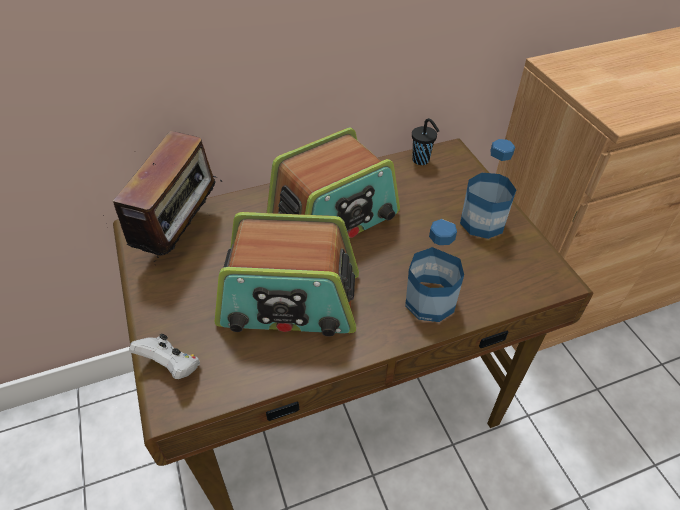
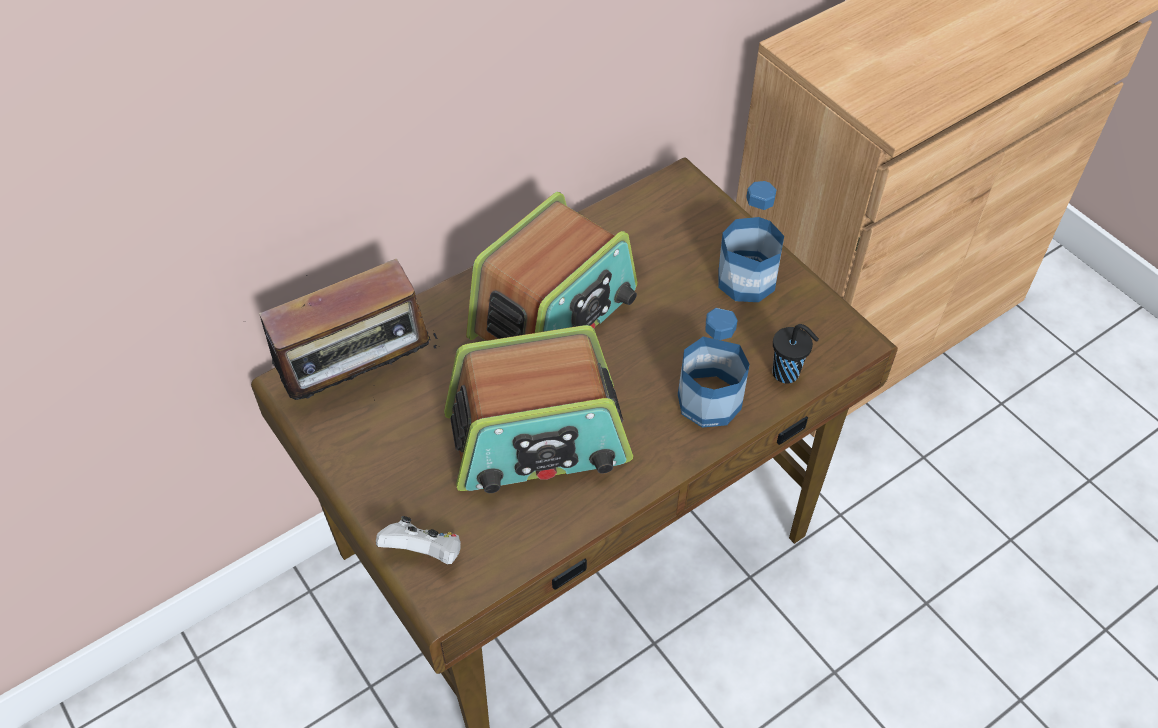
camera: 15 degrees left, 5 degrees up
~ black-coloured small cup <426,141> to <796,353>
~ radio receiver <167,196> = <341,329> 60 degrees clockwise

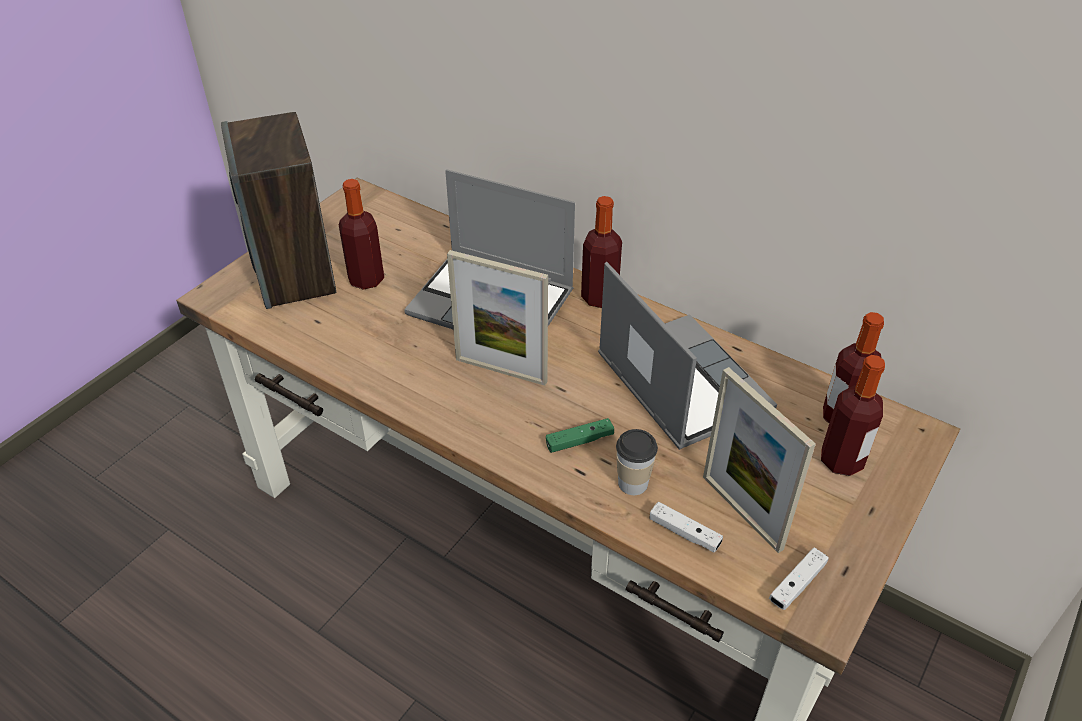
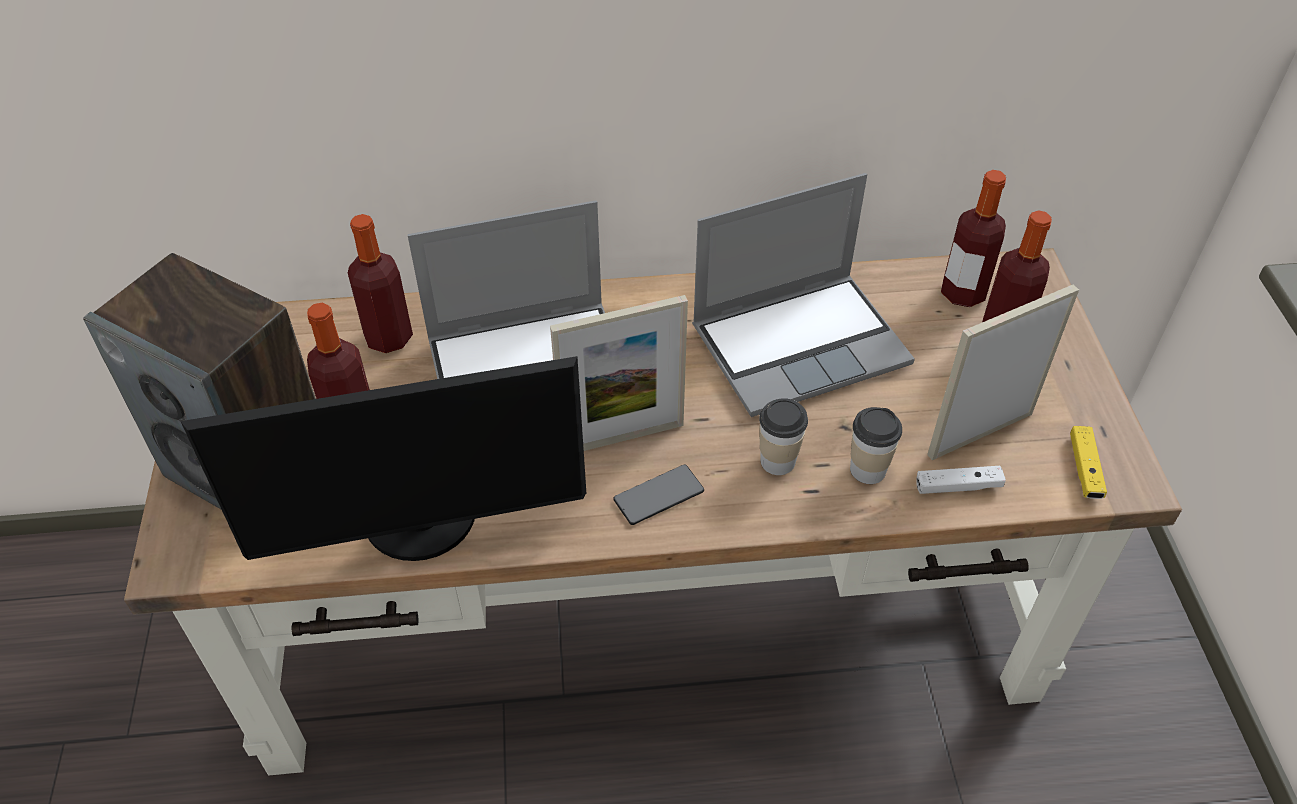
camera: 40 degrees left, 5 degrees up
~ drink bottle <601,252> to <380,283>
~ portable computer <687,356> = <803,295> 135 degrees clockwise
~ photo frame <759,460> = <1003,372> 135 degrees clockwise
~ greenish gamepad <580,435> to small cup <783,436>
~ white gamepad <799,578> to yellow-coloured gamepad <1088,462>
+ monitor <383,458>
+ telephone <659,495>

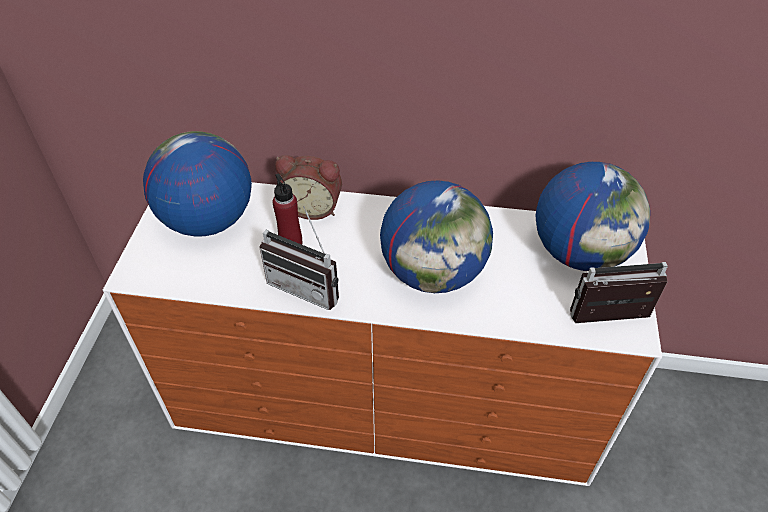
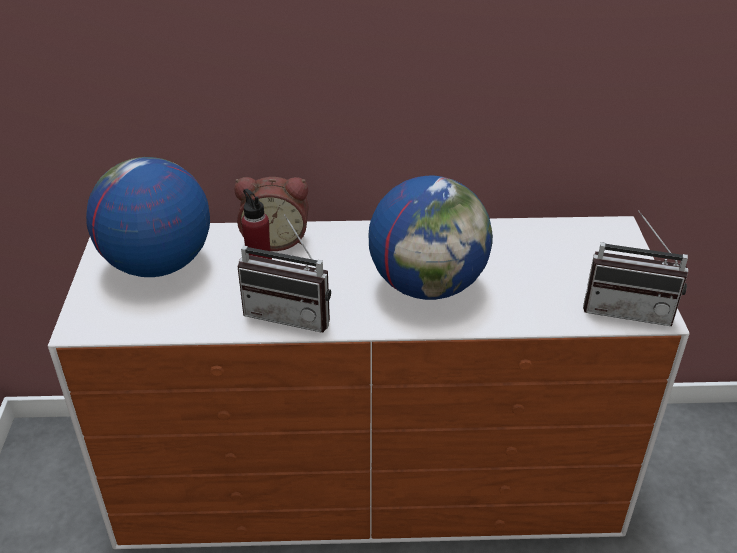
camera: 10 degrees left, 10 degrees down
- desk globe <593,216>
~ radio receiver <619,292> = <635,268> 150 degrees counterclockwise

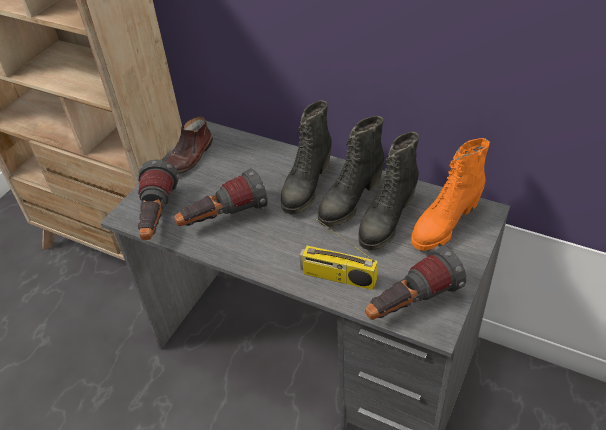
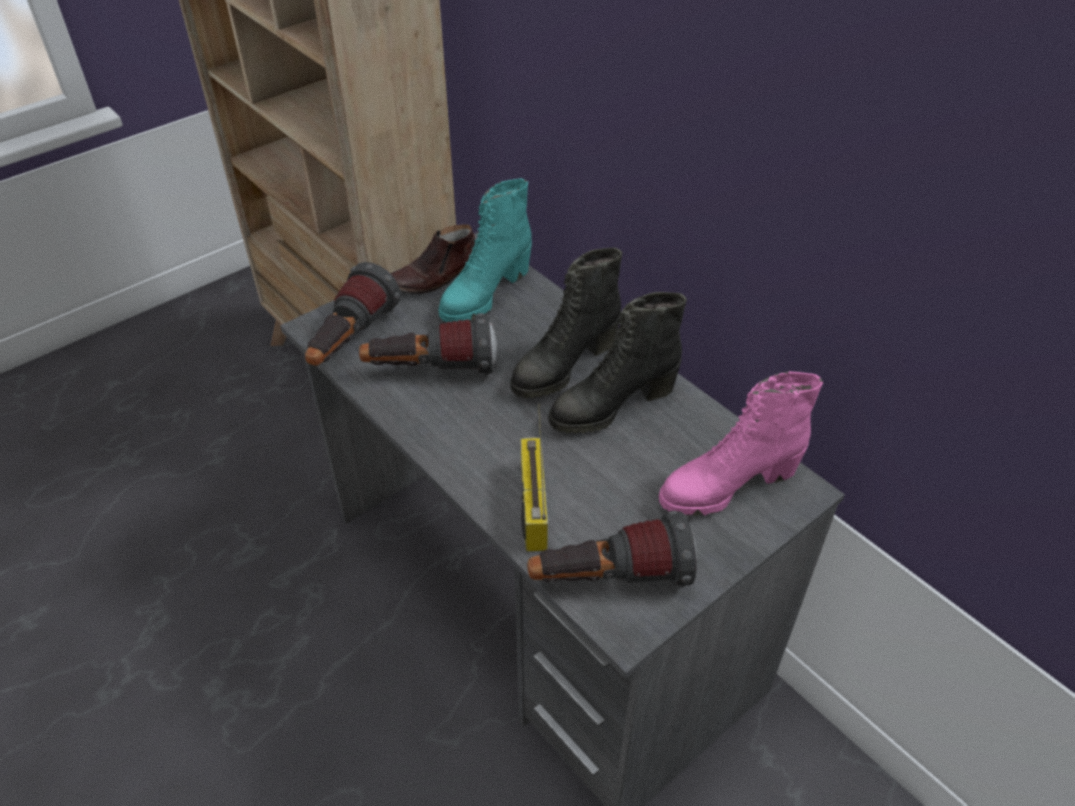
camera: 20 degrees right, 0 degrees up
- black-coloured tall boot <388,190>
~ orange-coloured tall boot <450,194> to pinkish tall boot <741,444>
~ radio receiver <338,254> = <534,477> 45 degrees clockwise
+ turquoise-coloured tall boot <485,250>

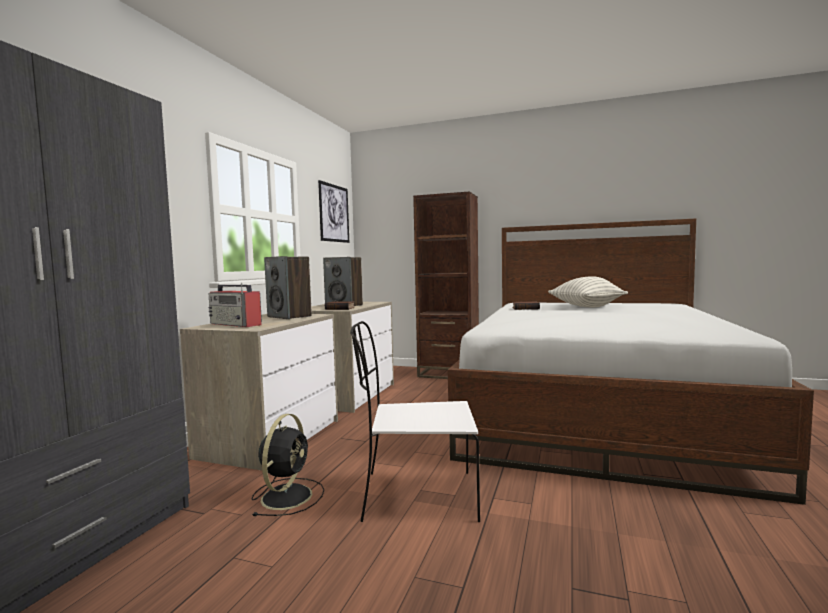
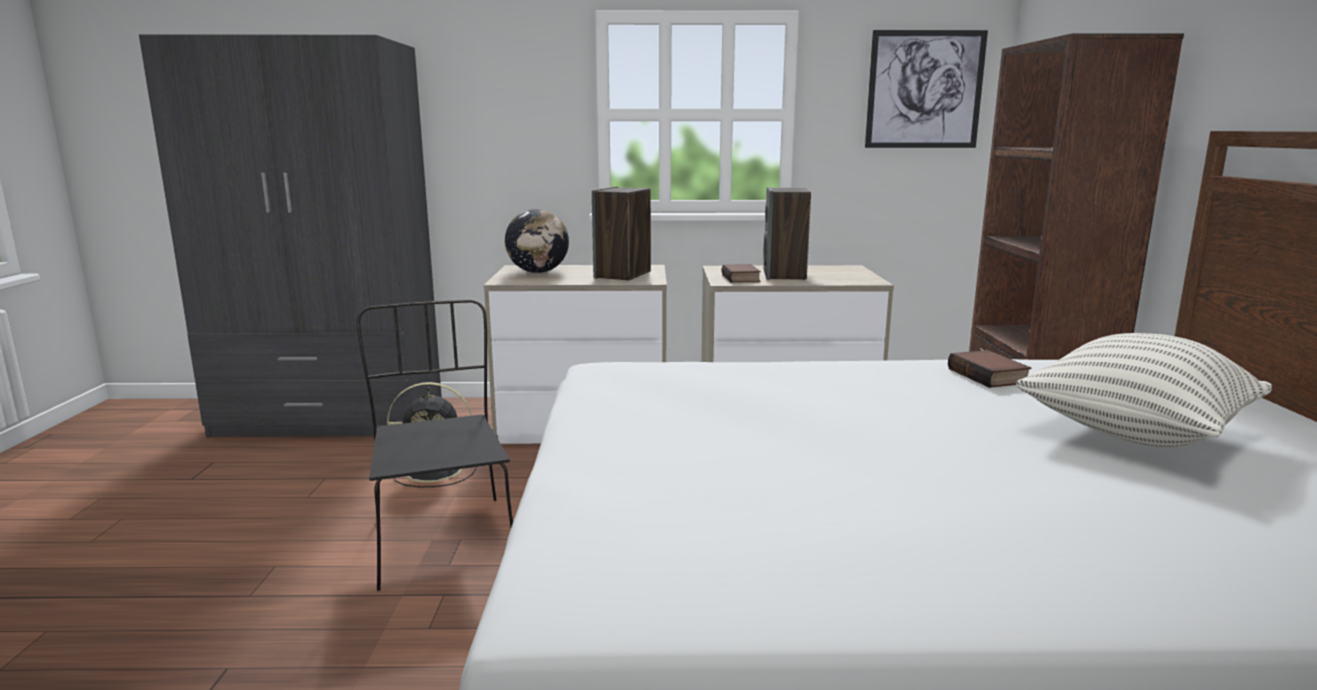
camera: 70 degrees right, 10 degrees up
~ radio receiver <235,305> to desk globe <537,241>
~ white plain chair <415,421> to black-coloured plain chair <435,445>

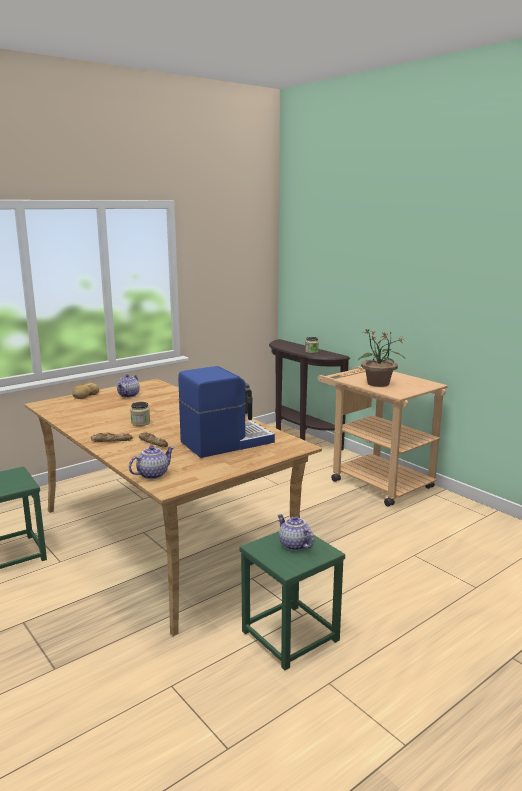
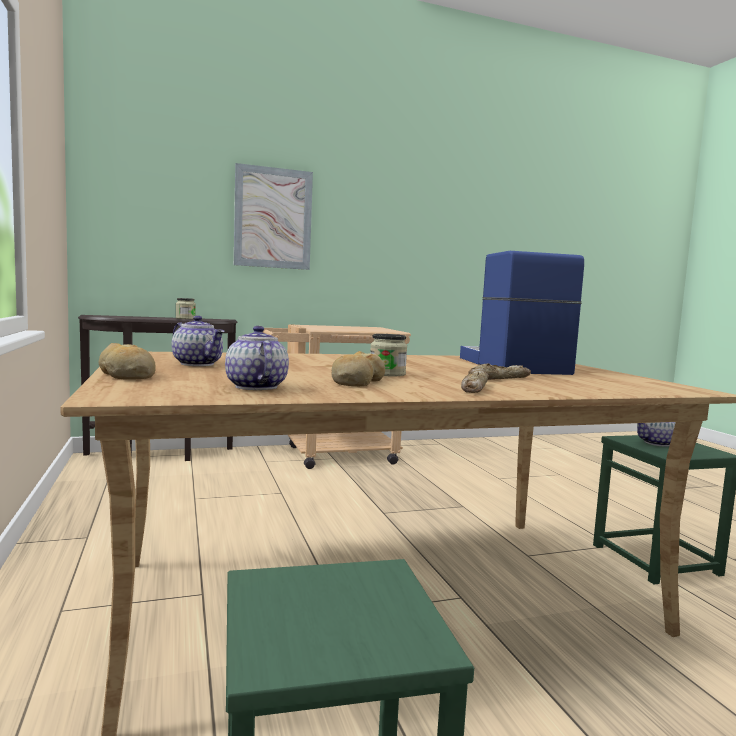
camera: 70 degrees left, 10 degrees down
- potted plant <381,358>
~ pot for tea <151,462> to <257,358>
+ picture <273,216>
+ baked bread <358,368>

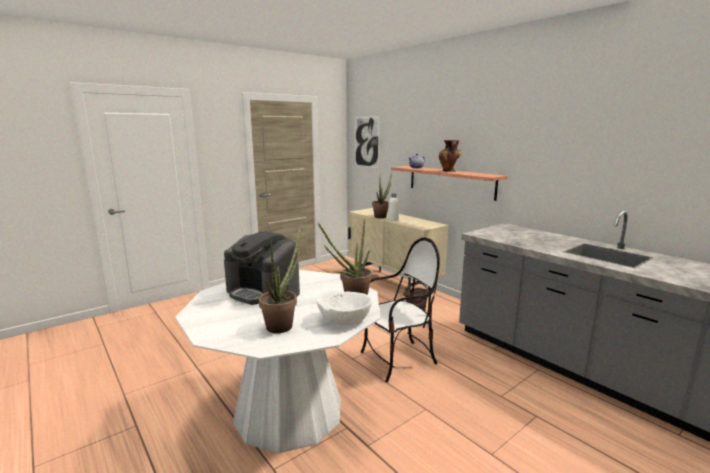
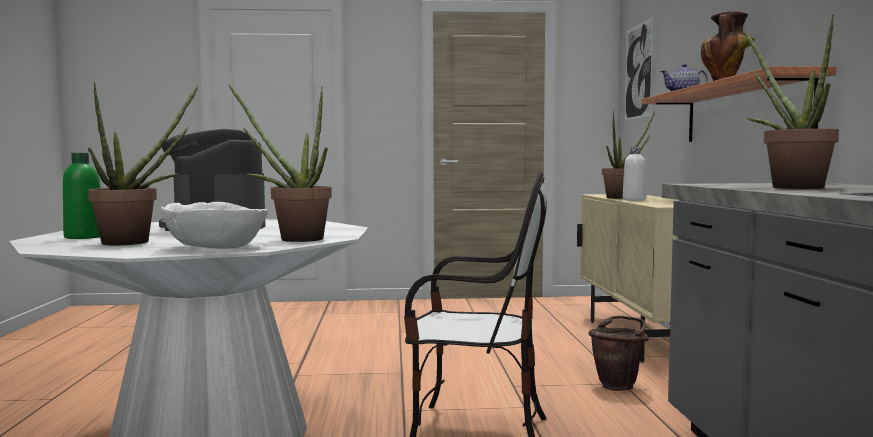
camera: 35 degrees right, 10 degrees down
+ potted plant <791,101>
+ greenish drink bottle <82,196>

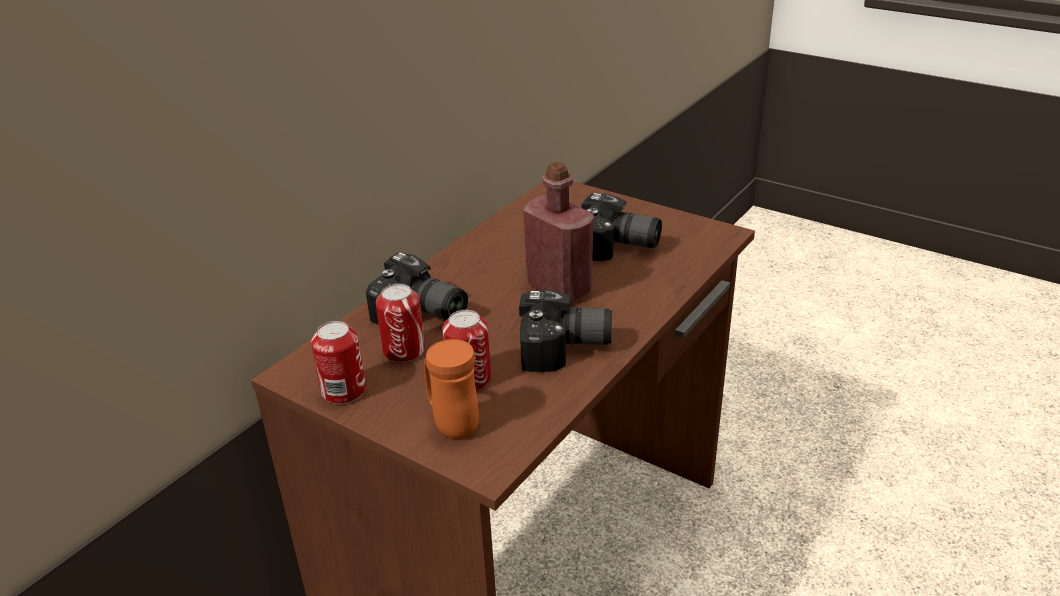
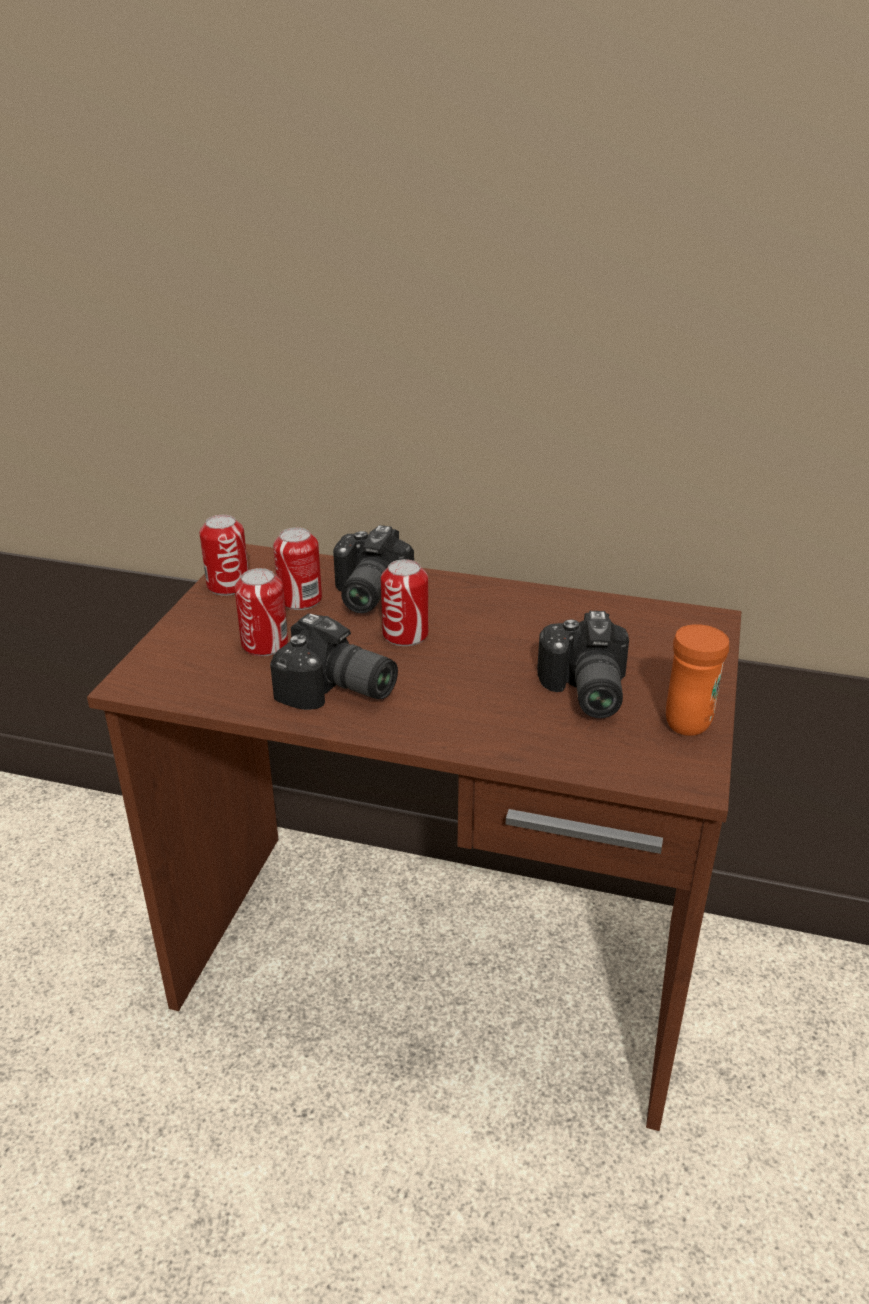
camera: 70 degrees right, 0 degrees up
- red drink bottle <558,232>
~ photo camera <565,330> = <334,661> 45 degrees counterclockwise
~ orange-coloured tea mug <451,389> to <697,680>
+ can <404,602>

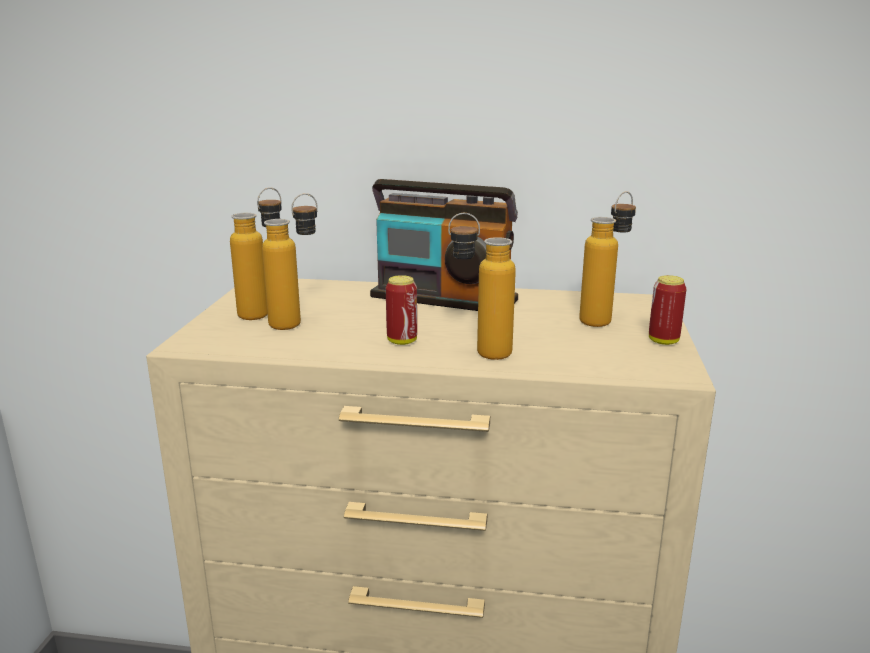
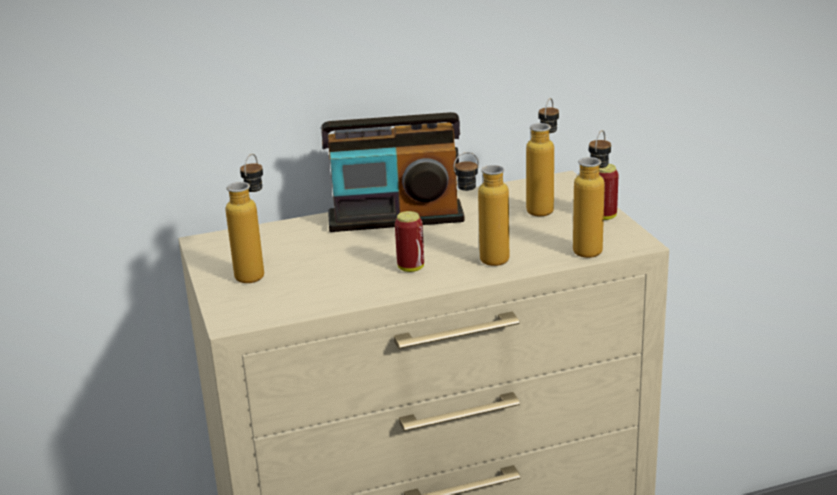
camera: 25 degrees left, 5 degrees up
~ drink bottle <290,261> to <592,194>

